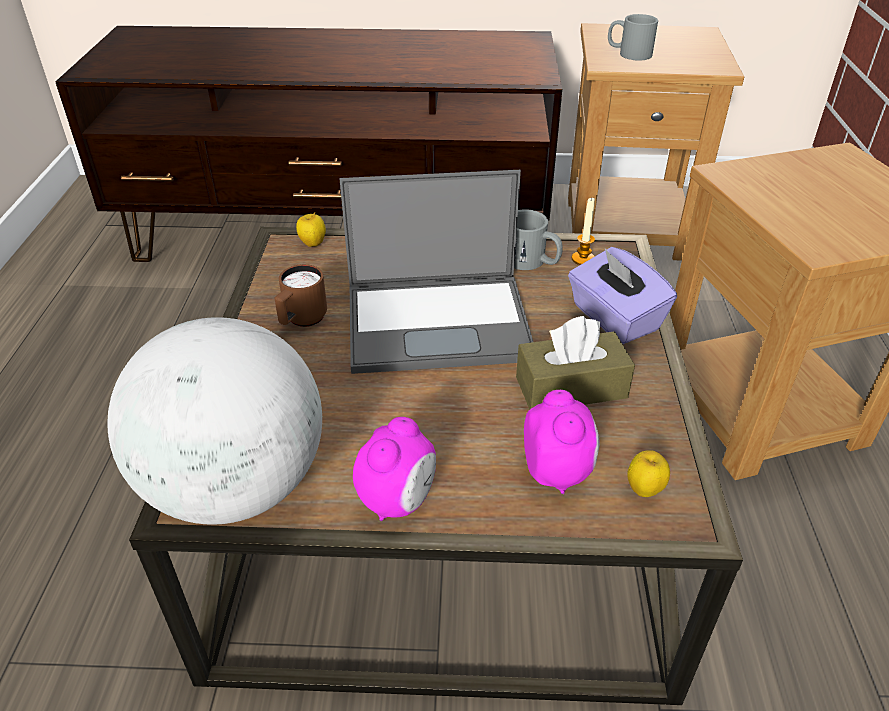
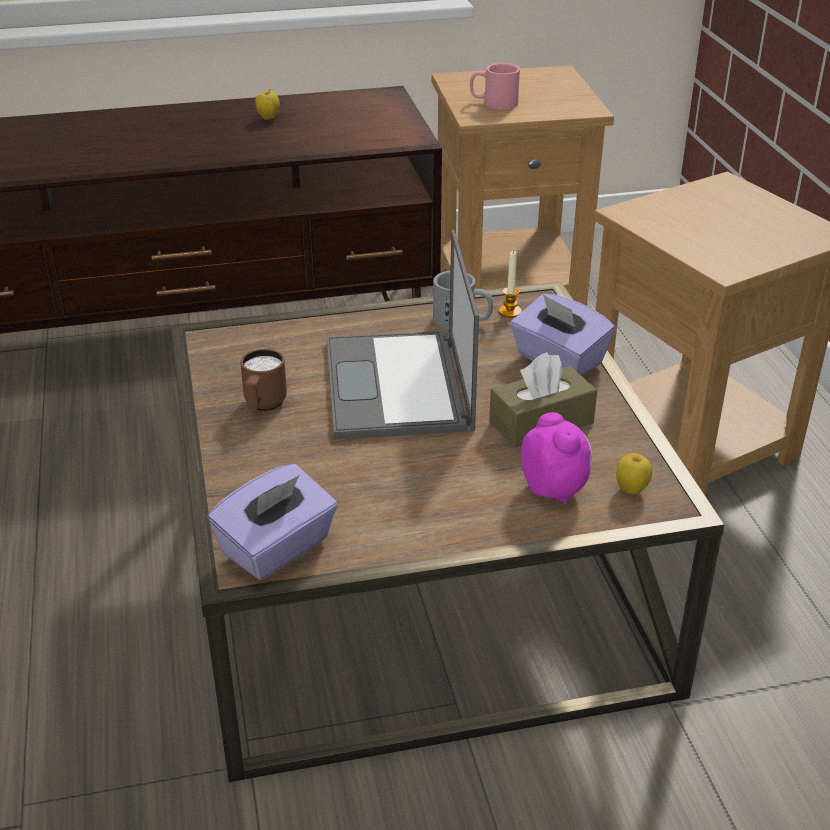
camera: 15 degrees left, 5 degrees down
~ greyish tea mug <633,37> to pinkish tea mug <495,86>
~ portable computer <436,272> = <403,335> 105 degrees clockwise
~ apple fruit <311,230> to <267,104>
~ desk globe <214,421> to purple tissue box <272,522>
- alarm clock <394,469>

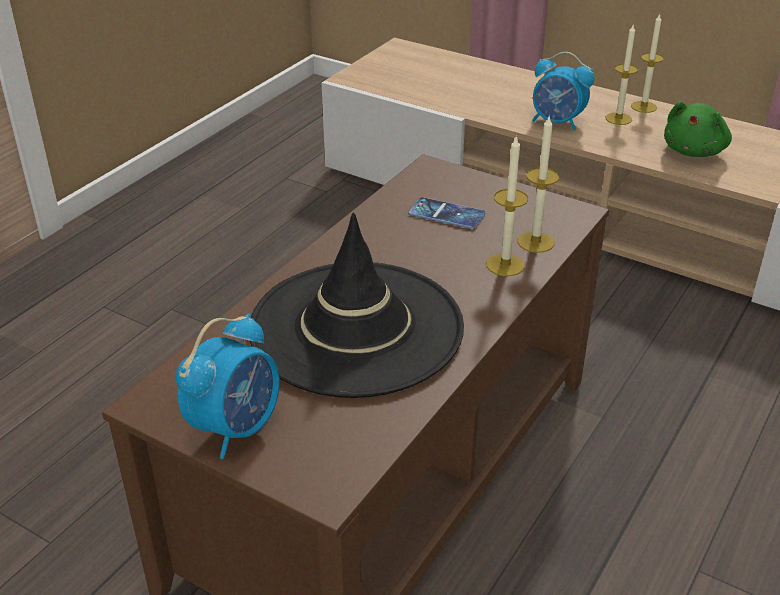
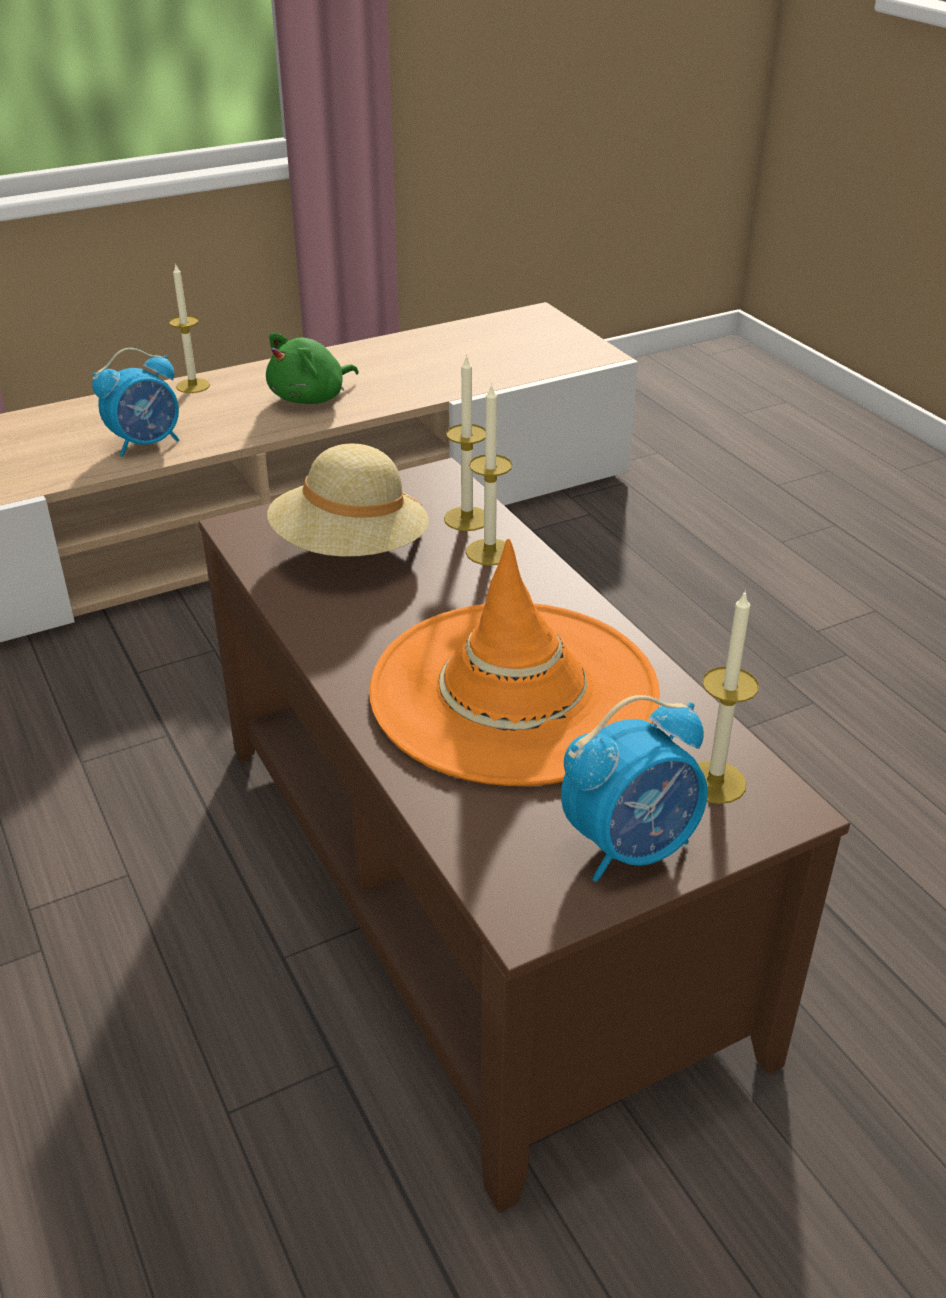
camera: 60 degrees left, 0 degrees up
~ wax candle <622,74> to <728,697>
~ greenish plush toy <698,129> = <312,368> 75 degrees clockwise
~ telephone <447,213> to beige-coloured wearable hat <348,500>
~ black-coloured wearable hat <357,305> to orange-coloured wearable hat <514,662>
~ alarm clock <228,386> = <634,788> 90 degrees clockwise

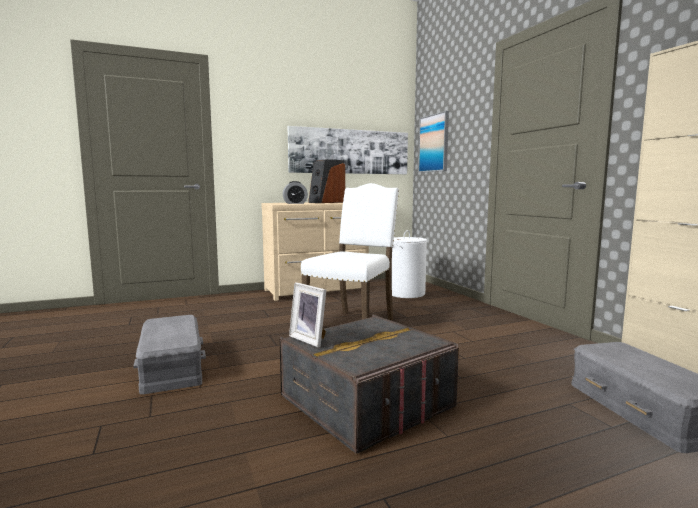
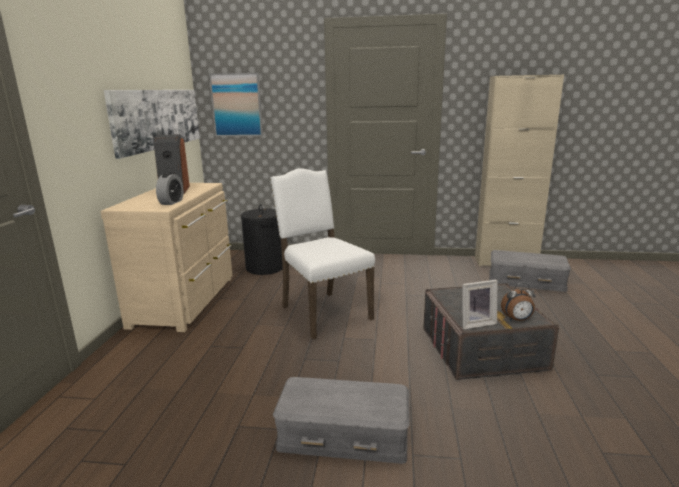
camera: 60 degrees left, 10 degrees up
~ white laundry basket <409,264> to black-coloured laundry basket <262,239>
+ alarm clock <518,302>

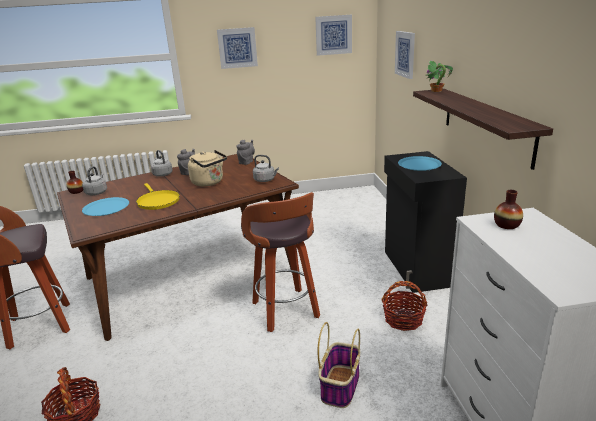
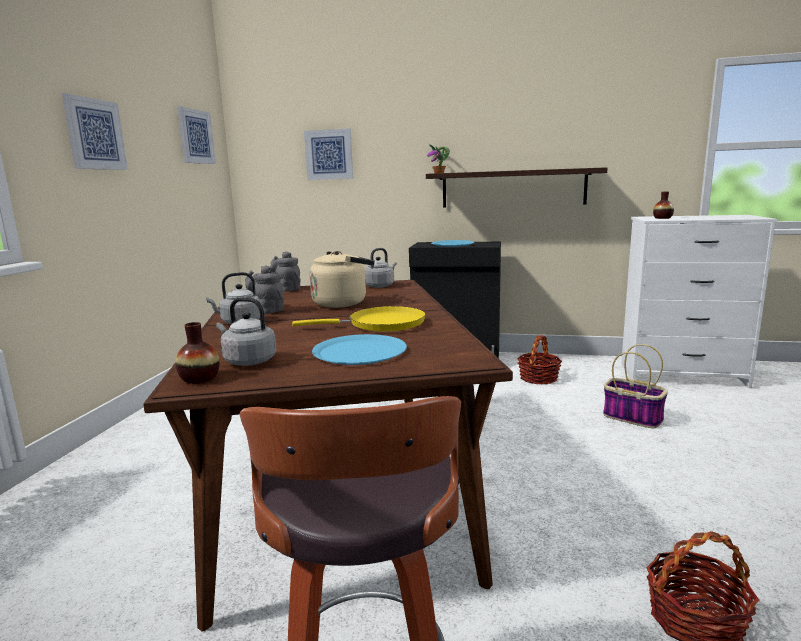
camera: 70 degrees left, 10 degrees down
- sitting stool <280,262>

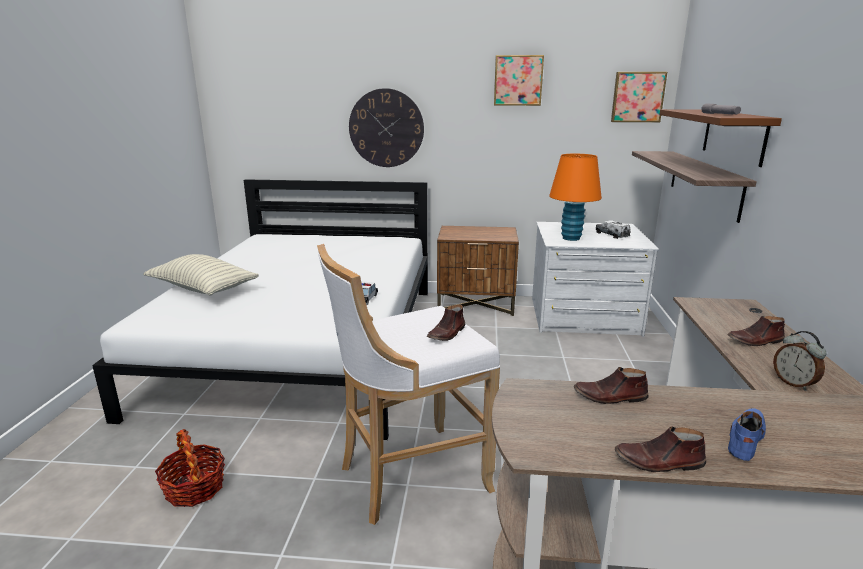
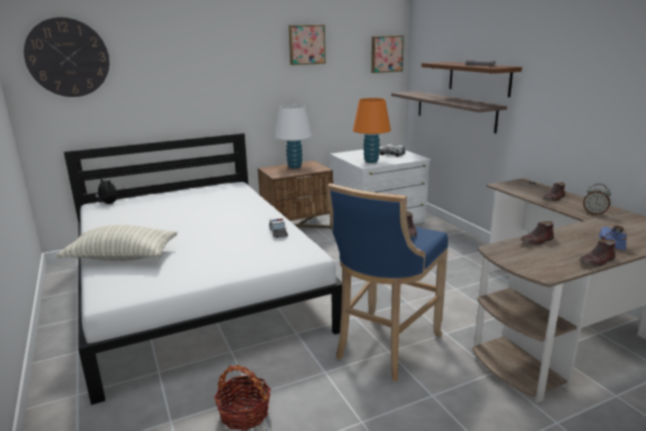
camera: 30 degrees left, 0 degrees up
~ hanging clock <386,127> to <66,57>
~ white sitting stool <408,384> to blue sitting stool <387,282>
+ white tabletop lamp <293,137>
+ plush toy <106,191>

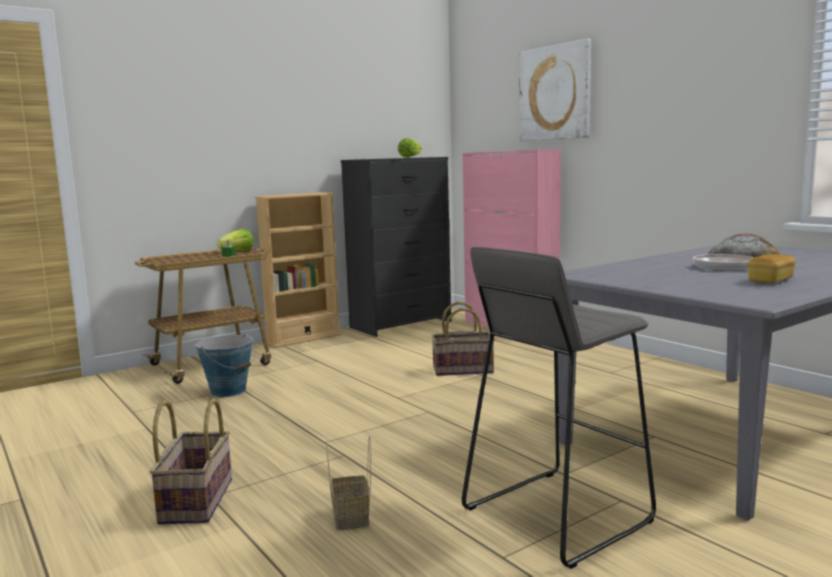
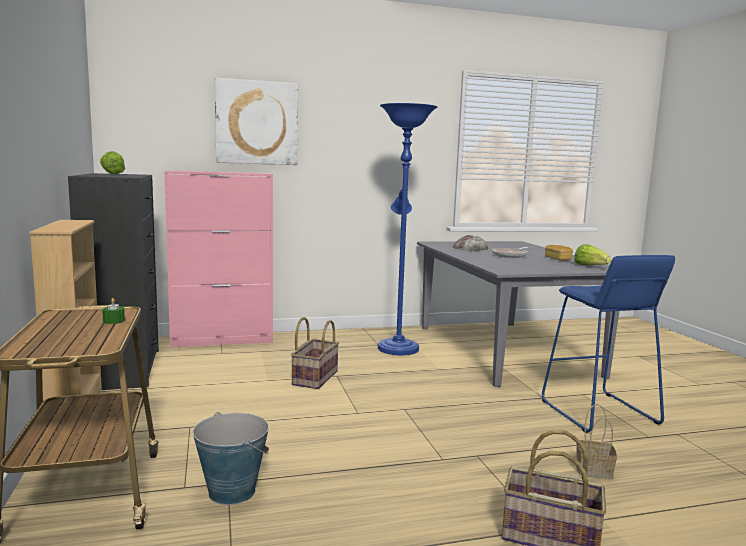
camera: 70 degrees left, 0 degrees up
~ lettuce head <235,240> to <592,254>
~ greyish sitting stool <559,408> to blue sitting stool <608,344>
+ blue standard lamp <407,229>

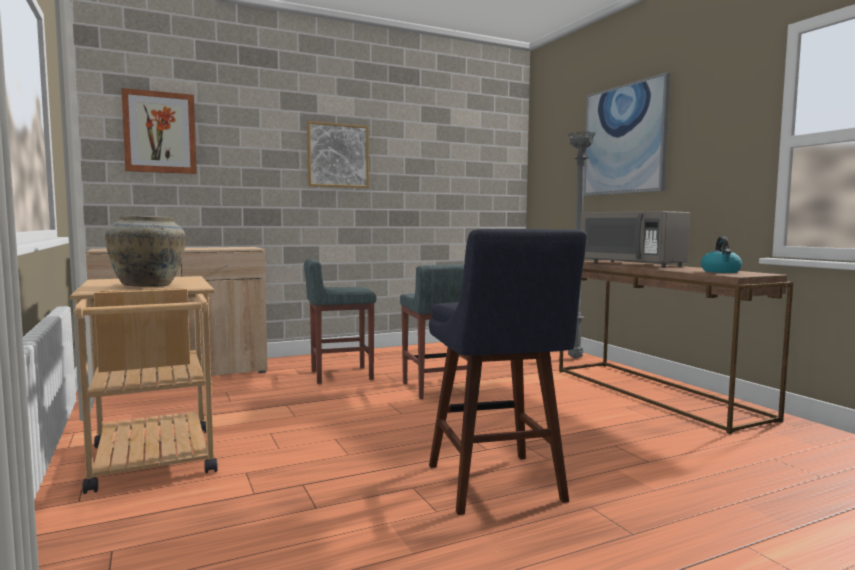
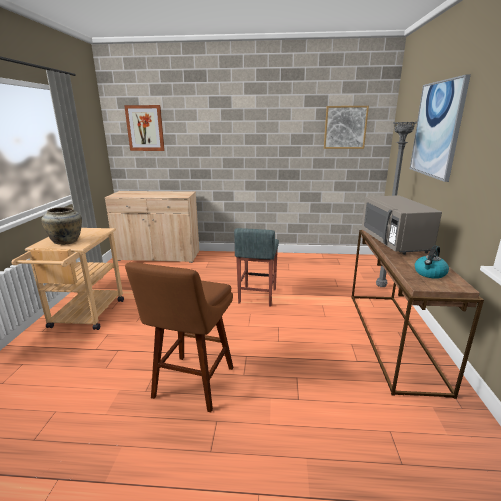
camera: 30 degrees right, 15 degrees up
~ picture <338,154> to <346,127>
~ blue sitting stool <508,372> to brownish sitting stool <179,337>
- greyish sitting stool <340,321>

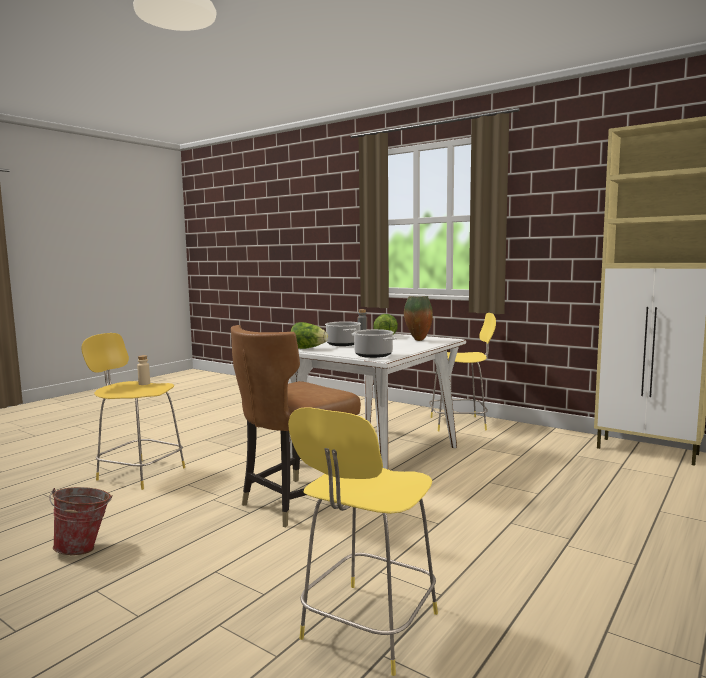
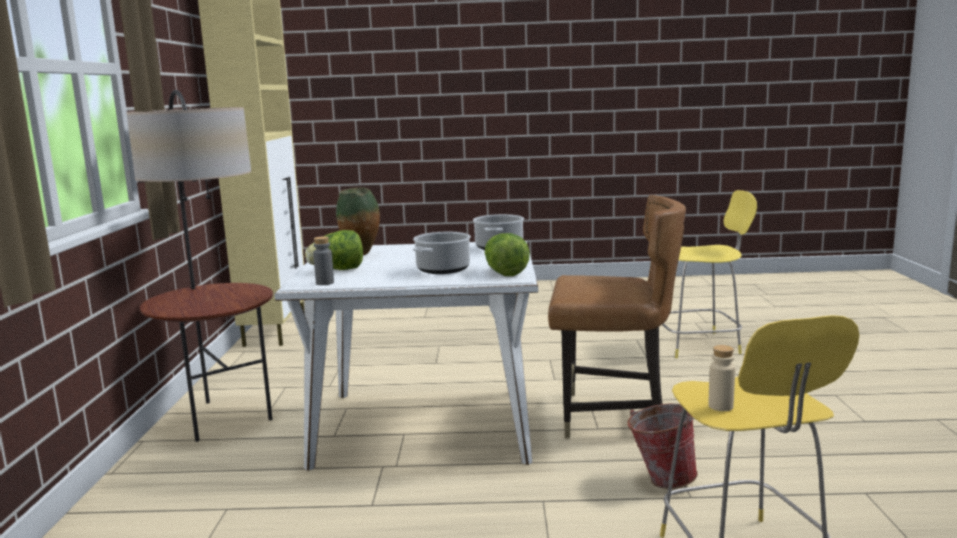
camera: 125 degrees left, 5 degrees up
~ yellow-coloured sitting stool <462,372> to standard lamp <200,266>
~ water bucket <80,521> to <662,446>

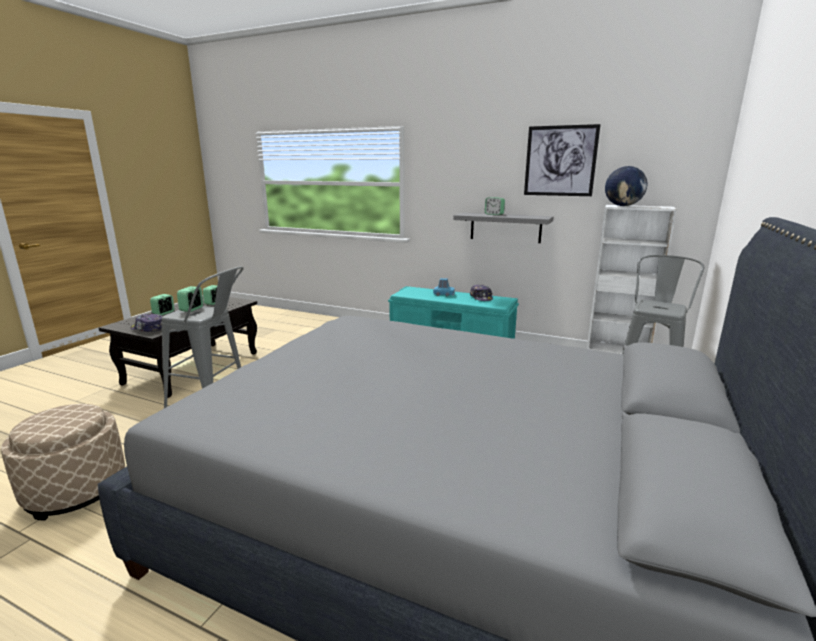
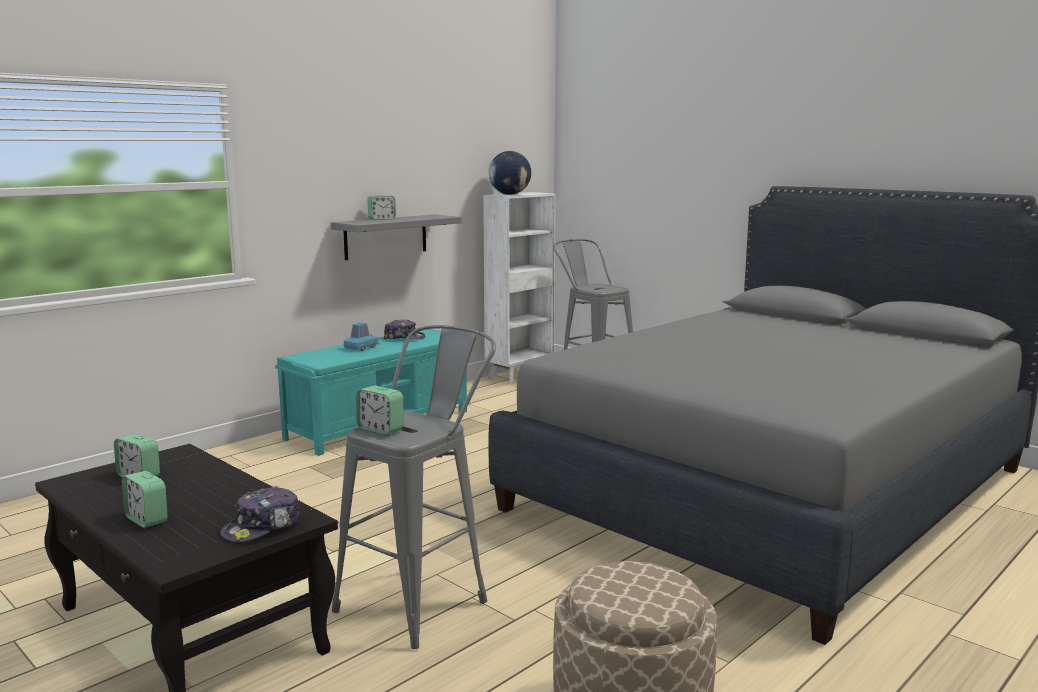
camera: 70 degrees left, 5 degrees down
- picture <562,160>

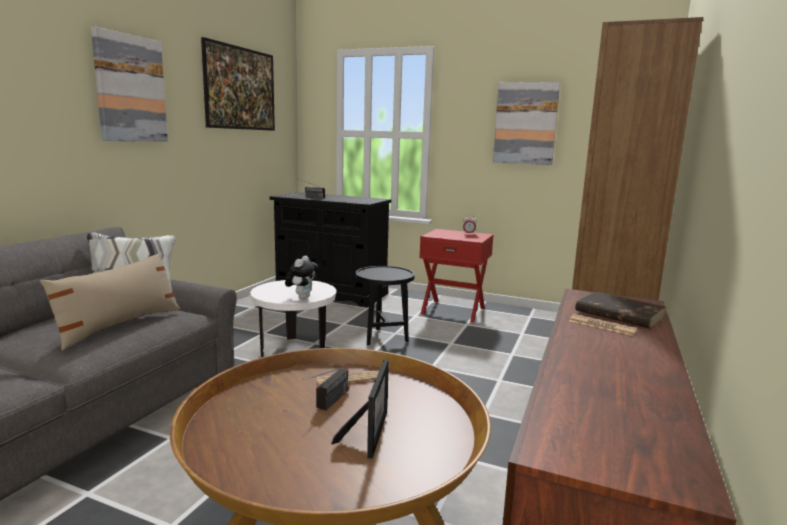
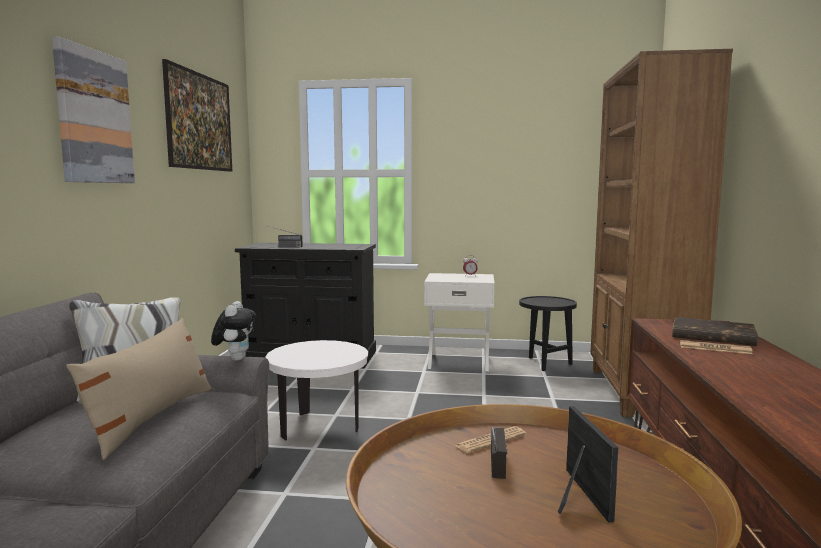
camera: 15 degrees left, 5 degrees down
- picture <526,123>
~ red bedside table <456,276> to white bedside table <459,322>
~ plush toy <301,277> to <233,331>
~ black-coloured end table <385,305> to <548,333>

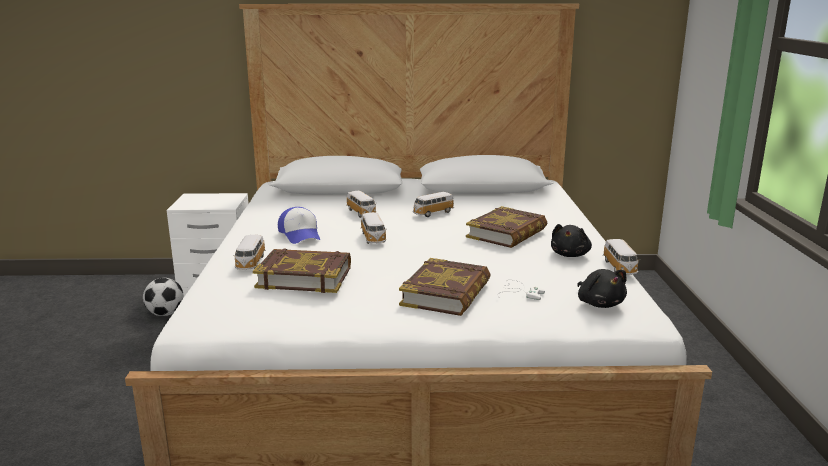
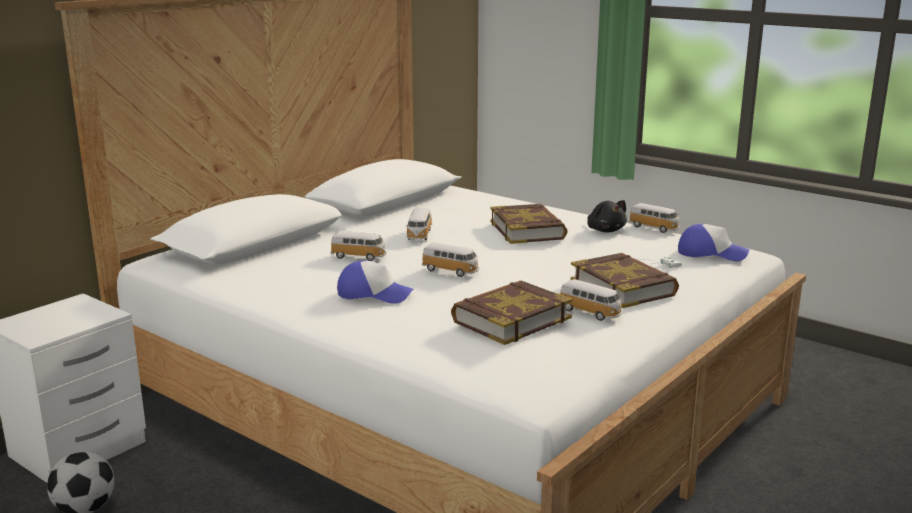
camera: 50 degrees left, 0 degrees up
~ miniature car <249,252> to <591,300>
~ black-coloured plush toy <602,288> to peaked cap <713,242>

